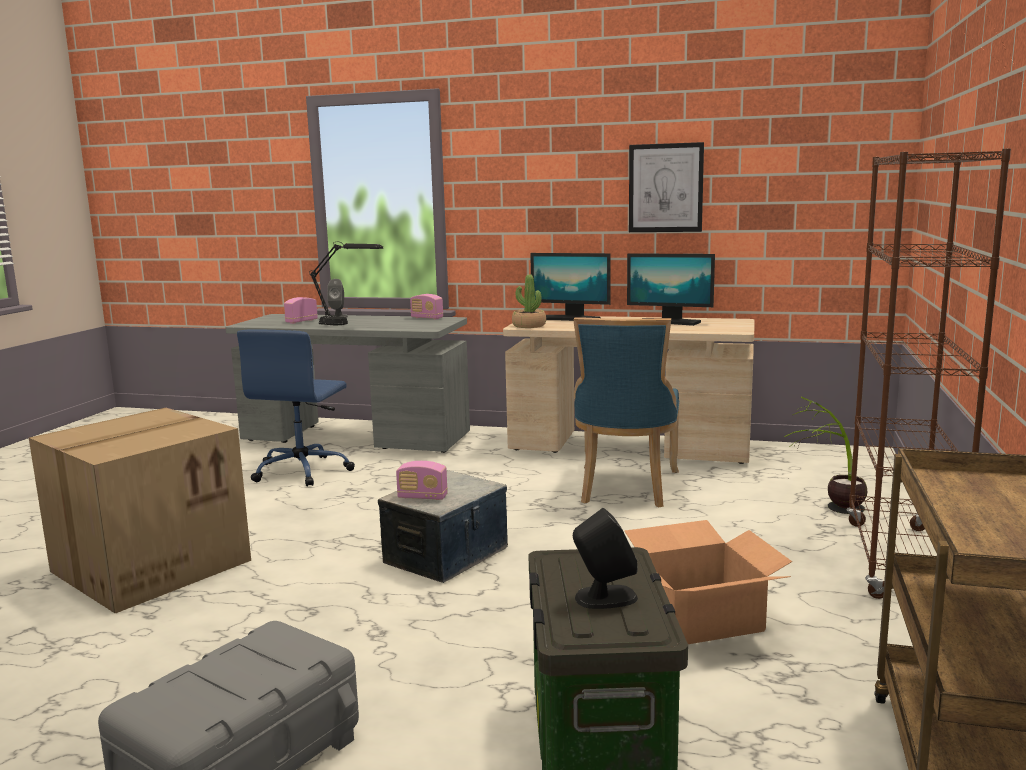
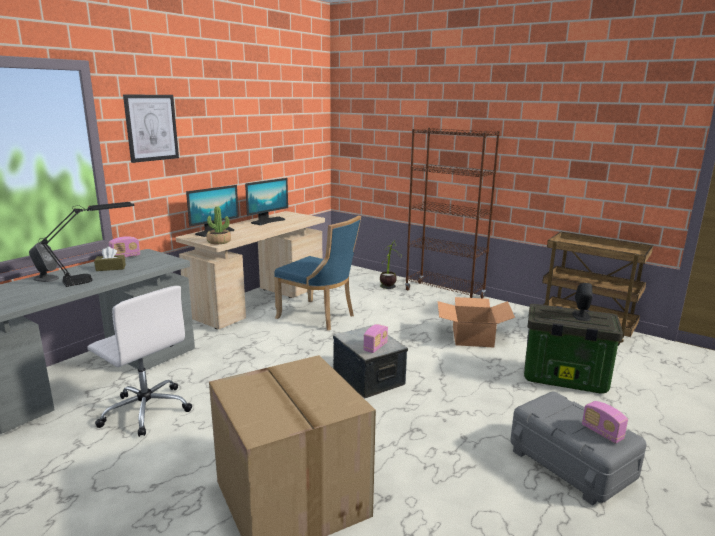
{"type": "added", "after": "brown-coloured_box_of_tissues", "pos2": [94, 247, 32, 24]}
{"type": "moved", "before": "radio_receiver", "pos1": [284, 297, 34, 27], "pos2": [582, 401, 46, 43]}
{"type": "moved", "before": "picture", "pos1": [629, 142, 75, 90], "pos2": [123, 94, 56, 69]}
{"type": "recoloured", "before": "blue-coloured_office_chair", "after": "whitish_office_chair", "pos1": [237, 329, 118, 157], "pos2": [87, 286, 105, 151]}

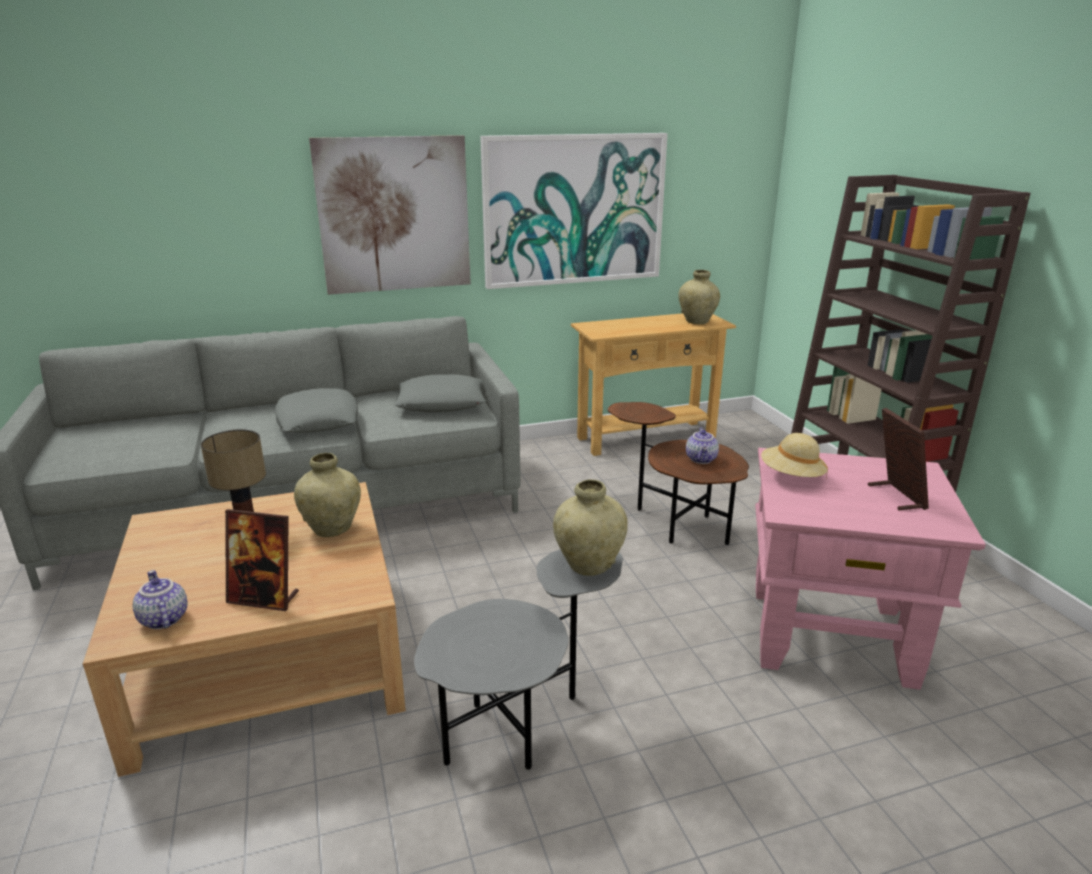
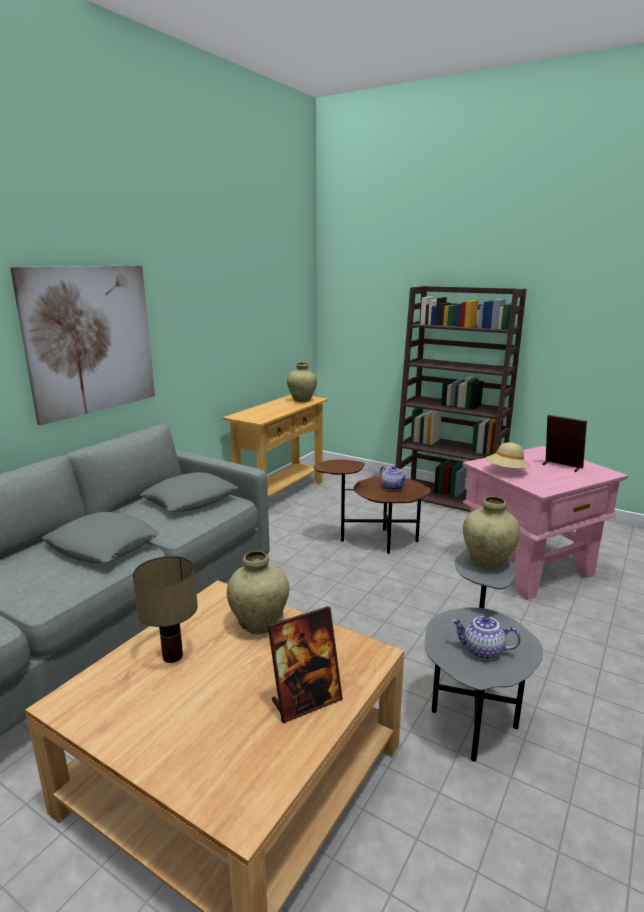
{"type": "removed", "before": "picture", "pos1": [480, 133, 188, 156]}
{"type": "moved", "before": "tea_pot", "pos1": [133, 570, 55, 59], "pos2": [451, 616, 70, 44]}

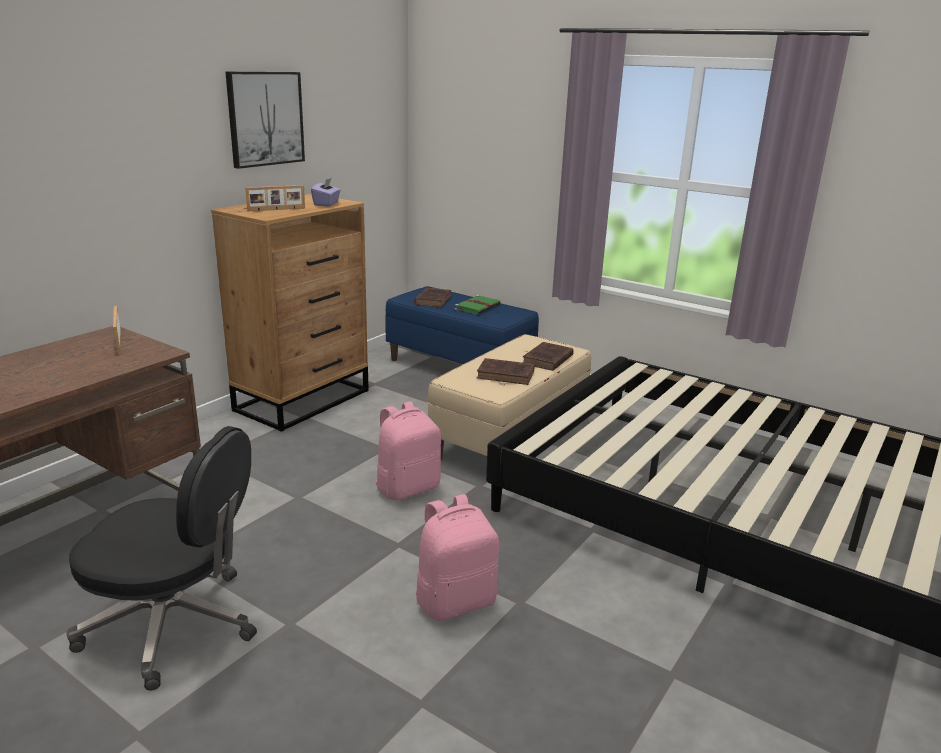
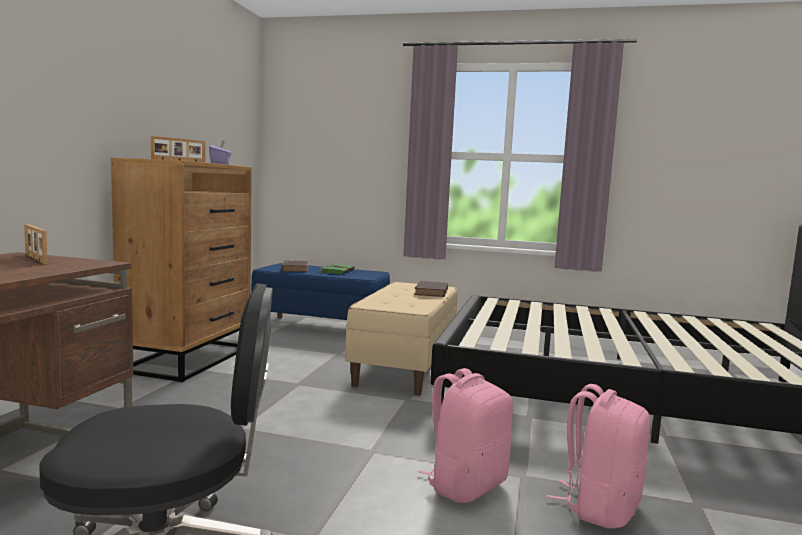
{"type": "removed", "before": "picture", "pos1": [226, 72, 79, 97]}
{"type": "removed", "before": "brown-coloured_volume", "pos1": [477, 358, 58, 27]}
{"type": "moved", "before": "pink-coloured_rucksack", "pos1": [376, 401, 65, 100], "pos2": [547, 384, 104, 145]}

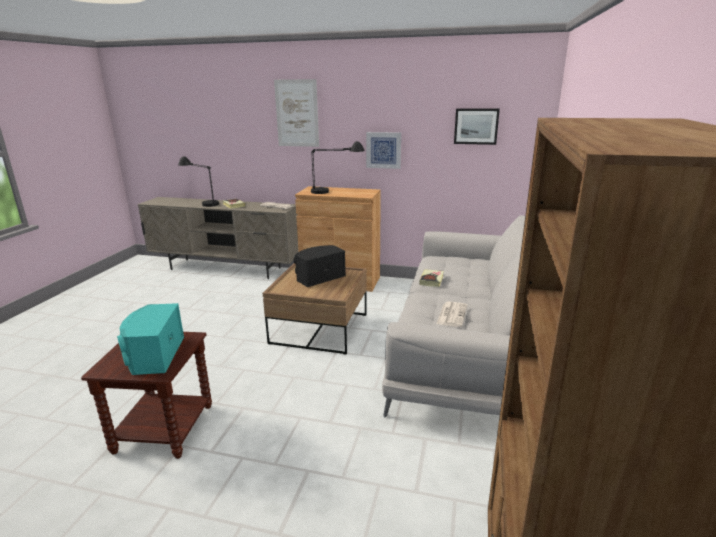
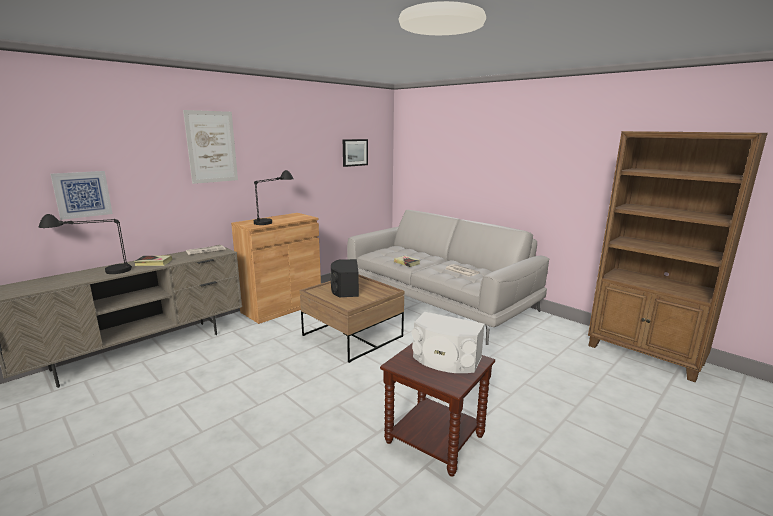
{"type": "moved", "before": "picture", "pos1": [366, 132, 35, 37], "pos2": [50, 171, 63, 49]}
{"type": "recoloured", "before": "turquoise_loudspeaker", "after": "whitish_loudspeaker", "pos1": [117, 303, 67, 72], "pos2": [412, 312, 73, 61]}

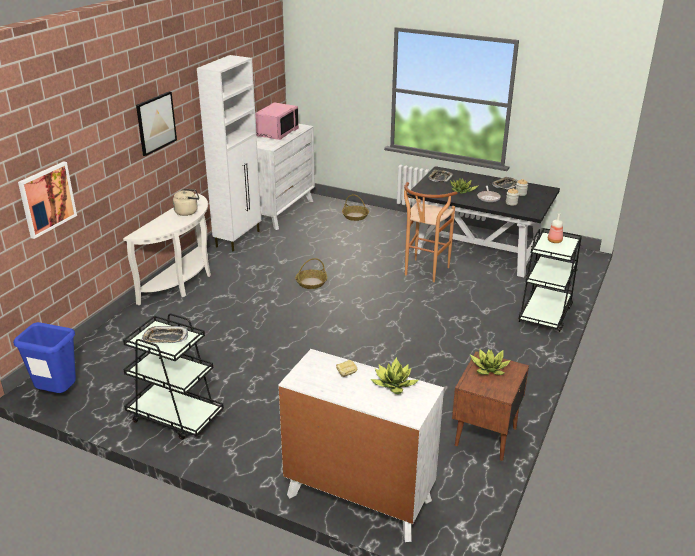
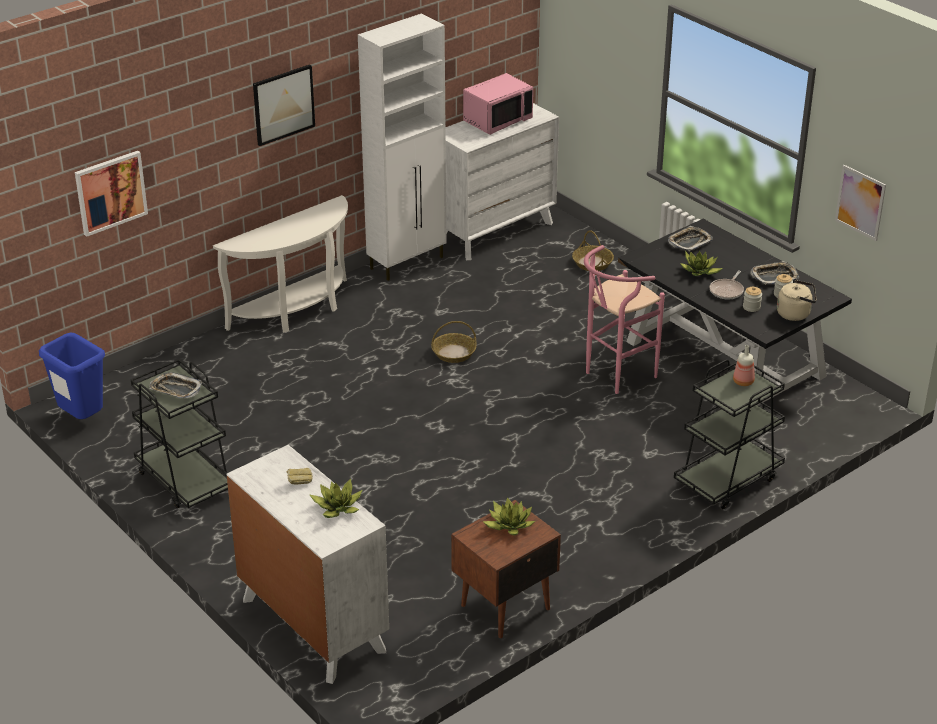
{"type": "added", "after": "picture", "pos2": [835, 165, 51, 76]}
{"type": "moved", "before": "beige-coloured_tea_kettle", "pos1": [173, 189, 26, 27], "pos2": [777, 280, 40, 41]}
{"type": "recoloured", "before": "brown-coloured_sitting_stool", "after": "pink-coloured_sitting_stool", "pos1": [404, 182, 53, 100], "pos2": [584, 245, 81, 149]}

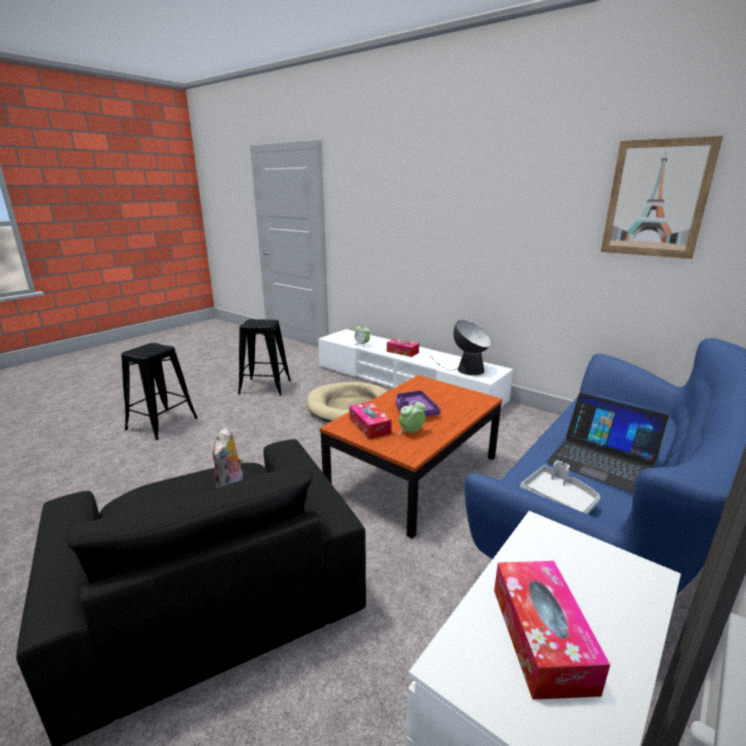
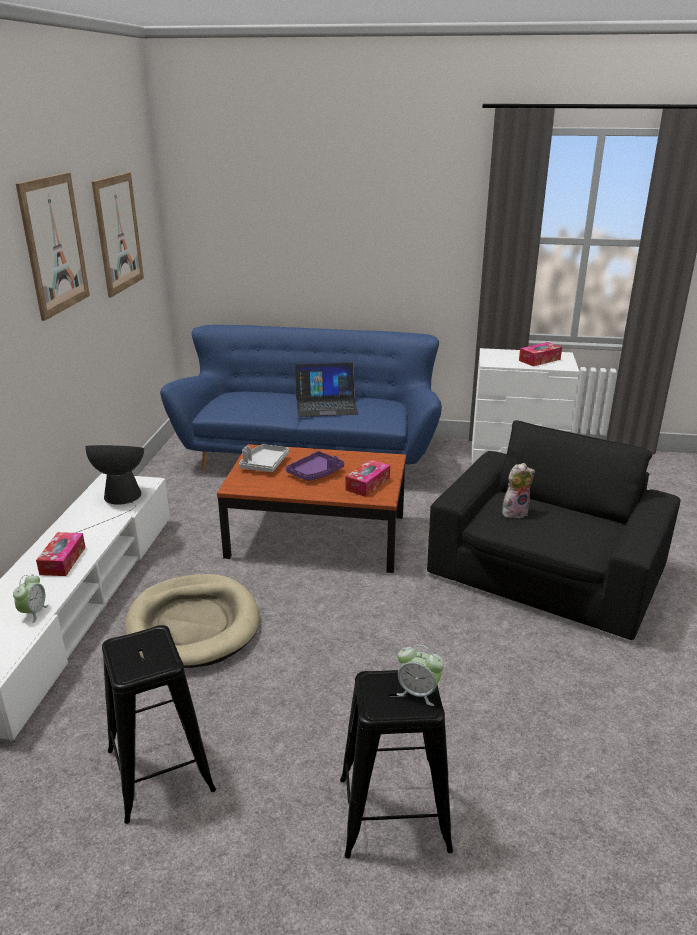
{"type": "added", "after": "picture", "pos2": [16, 172, 74, 149]}
{"type": "moved", "before": "bedside_clock", "pos1": [398, 400, 28, 34], "pos2": [397, 645, 47, 61]}
{"type": "moved", "before": "gray_tray", "pos1": [520, 460, 80, 54], "pos2": [239, 444, 50, 28]}
{"type": "turned", "before": "laptop", "pos1": [547, 393, 122, 100], "pos2": [295, 363, 63, 54], "turn": 75}

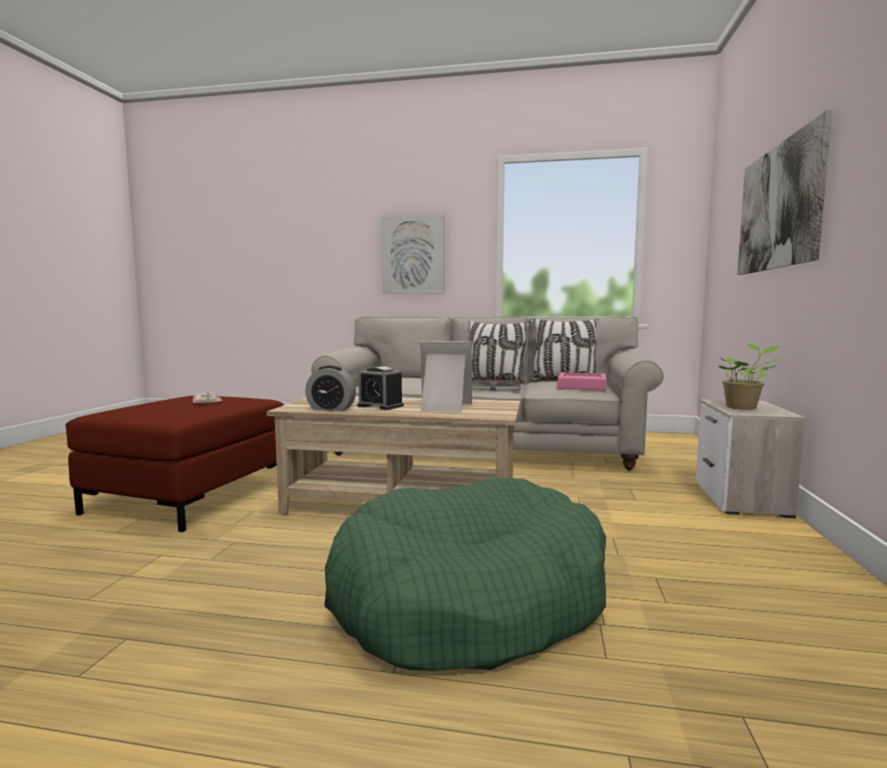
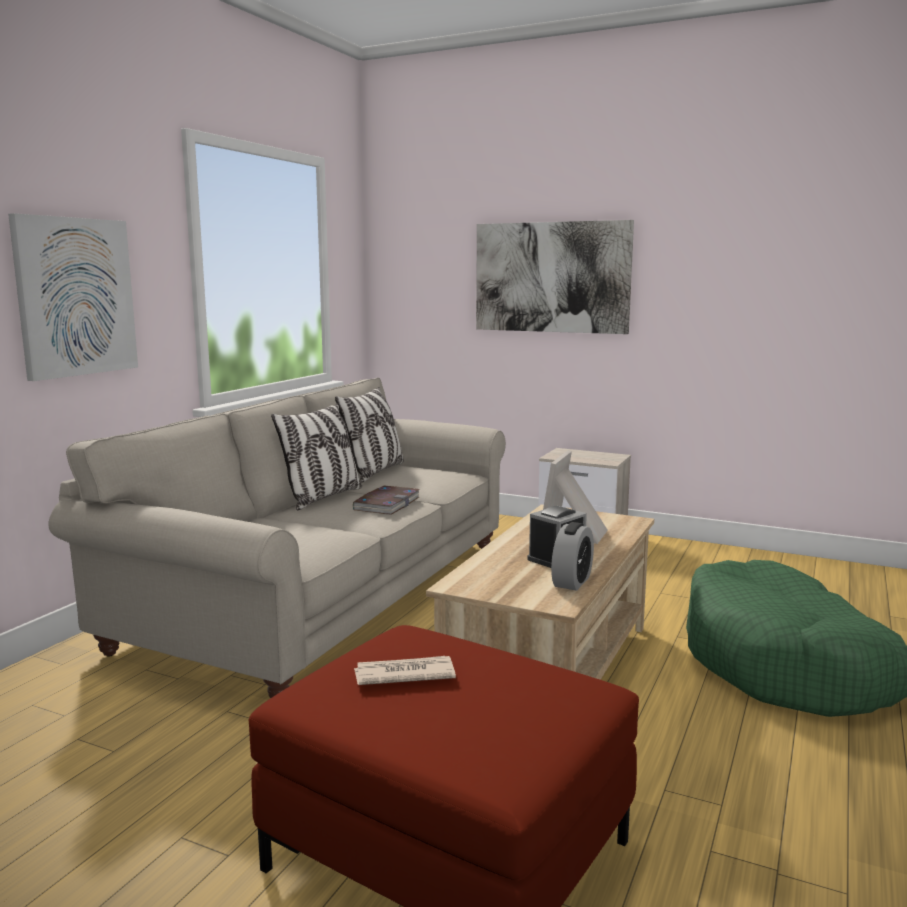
{"type": "removed", "before": "pink-coloured_tray", "pos1": [557, 372, 50, 19]}
{"type": "removed", "before": "potted_plant", "pos1": [719, 344, 61, 66]}

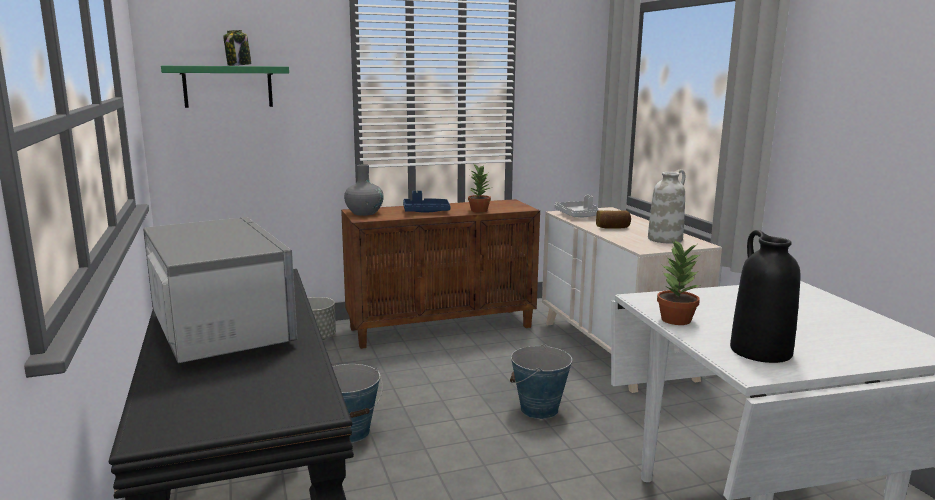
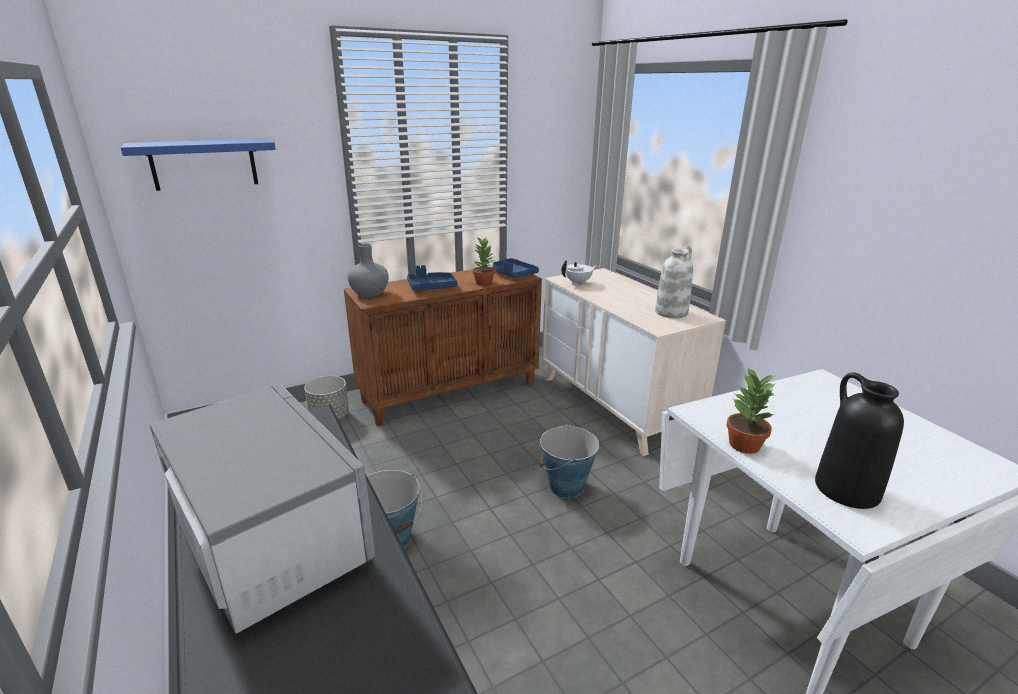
{"type": "removed", "before": "jar", "pos1": [223, 30, 28, 36]}
{"type": "removed", "before": "bread", "pos1": [596, 210, 35, 19]}
{"type": "added", "after": "blue-coloured_tray", "pos2": [493, 258, 46, 21]}
{"type": "replaced", "before": "gray_tray", "after": "whitish_tea_pot", "pos1": [555, 195, 44, 22], "pos2": [562, 260, 35, 25]}
{"type": "recoloured", "before": "green_shelf", "after": "blue-coloured_shelf", "pos1": [161, 66, 128, 42], "pos2": [121, 139, 155, 52]}

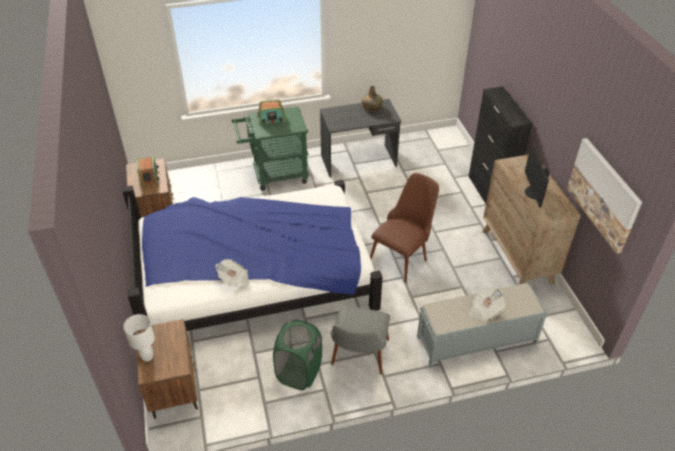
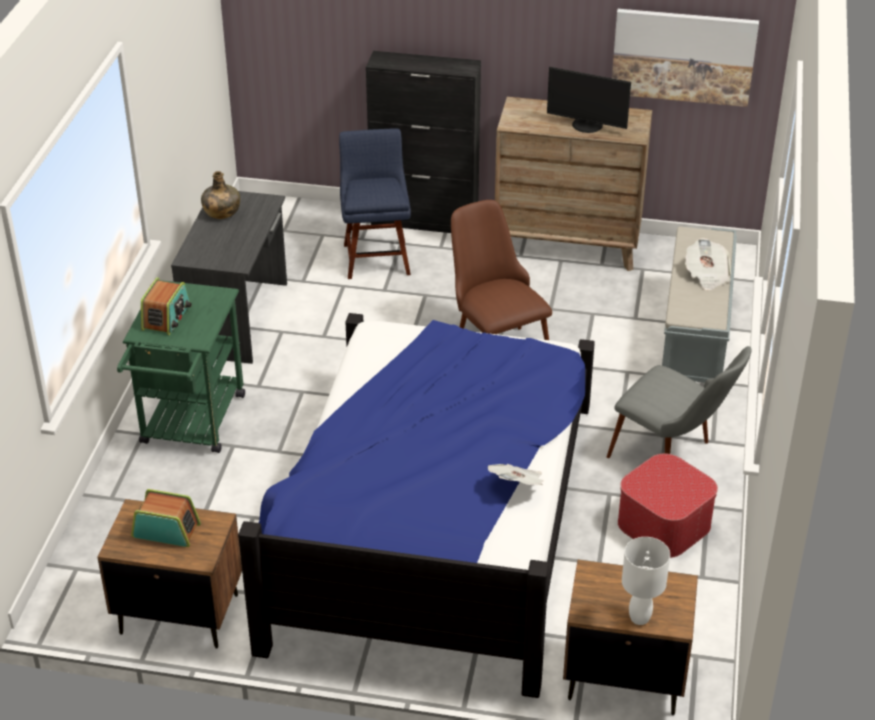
{"type": "added", "after": "blue-coloured_upright_chair", "pos2": [339, 128, 72, 151]}
{"type": "replaced", "before": "green_hamper", "after": "ottoman", "pos1": [273, 320, 49, 70], "pos2": [618, 453, 100, 105]}

